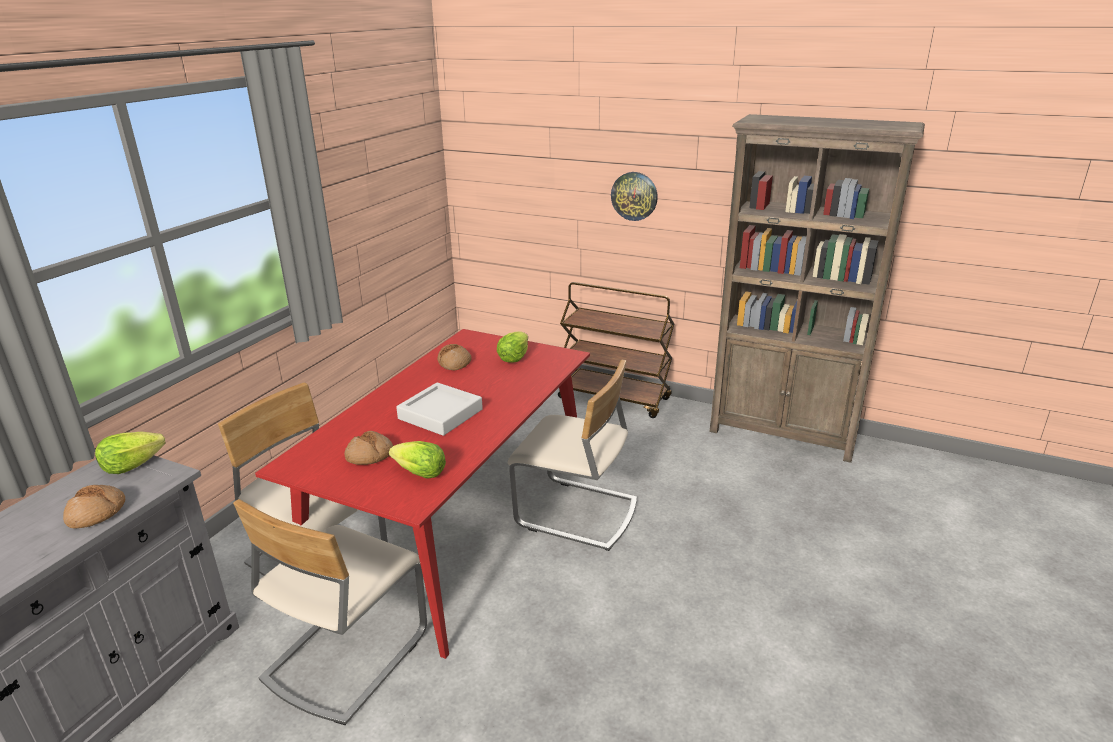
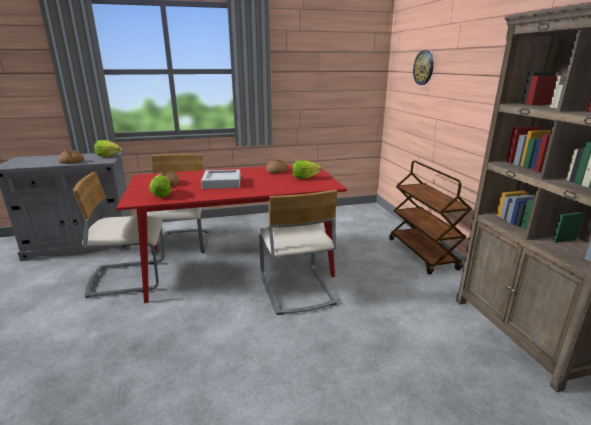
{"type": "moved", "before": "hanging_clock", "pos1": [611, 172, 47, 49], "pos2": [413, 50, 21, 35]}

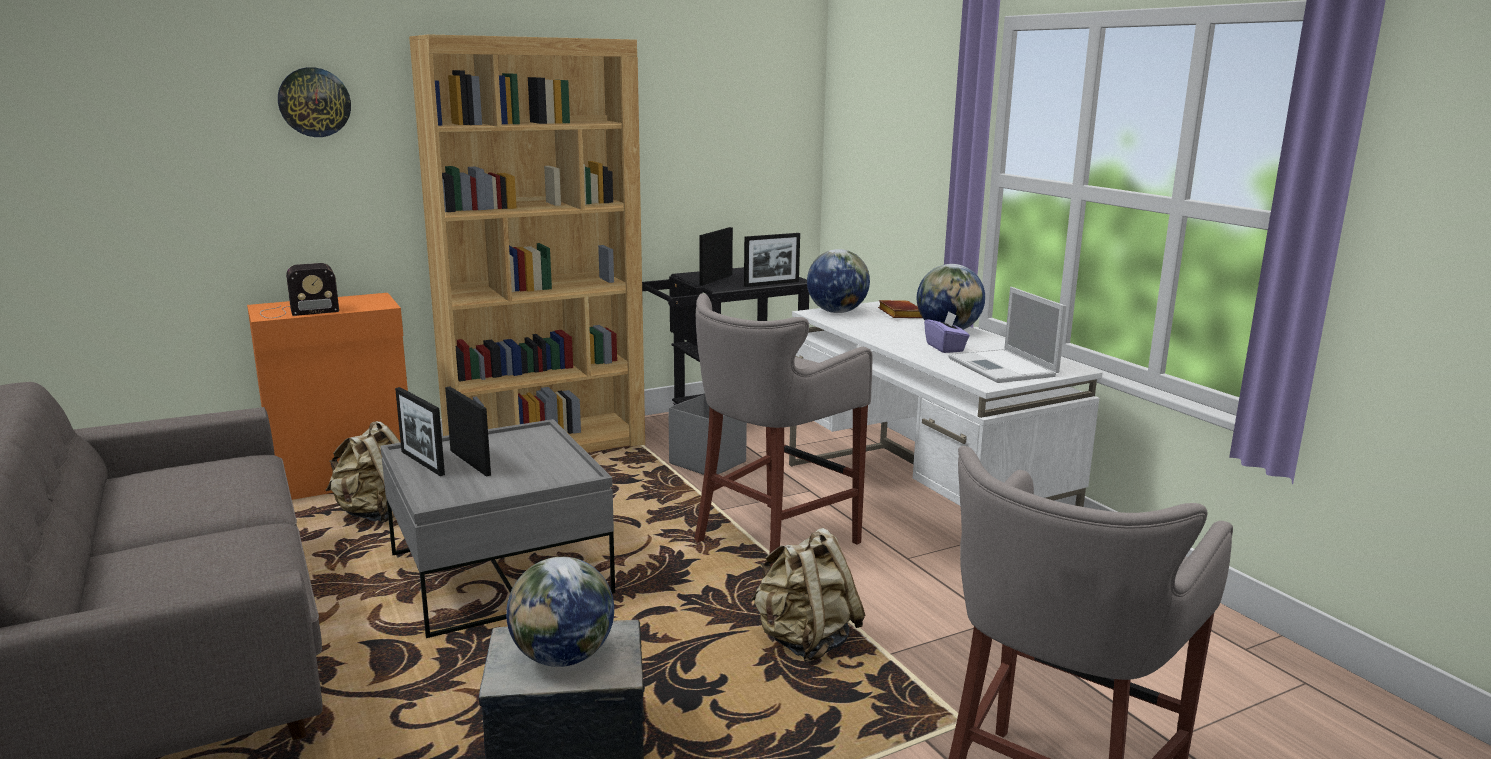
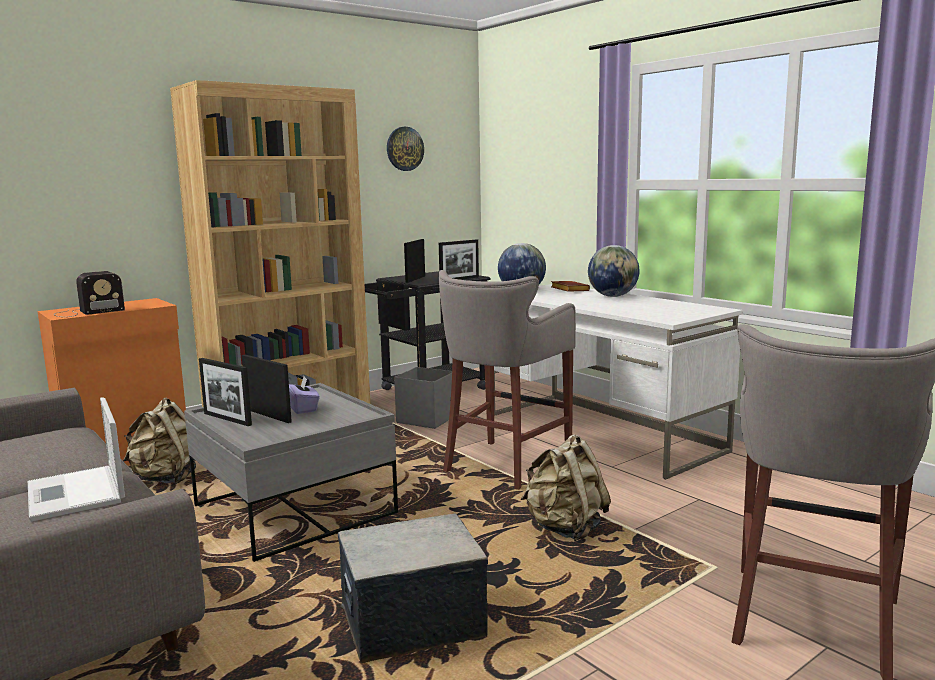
{"type": "removed", "before": "desk_globe", "pos1": [506, 557, 108, 110]}
{"type": "moved", "before": "hanging_clock", "pos1": [278, 67, 73, 70], "pos2": [387, 127, 37, 44]}
{"type": "moved", "before": "purple-coloured_box_of_tissues", "pos1": [924, 311, 46, 42], "pos2": [289, 376, 31, 38]}
{"type": "moved", "before": "laptop", "pos1": [949, 287, 118, 96], "pos2": [28, 397, 97, 125]}

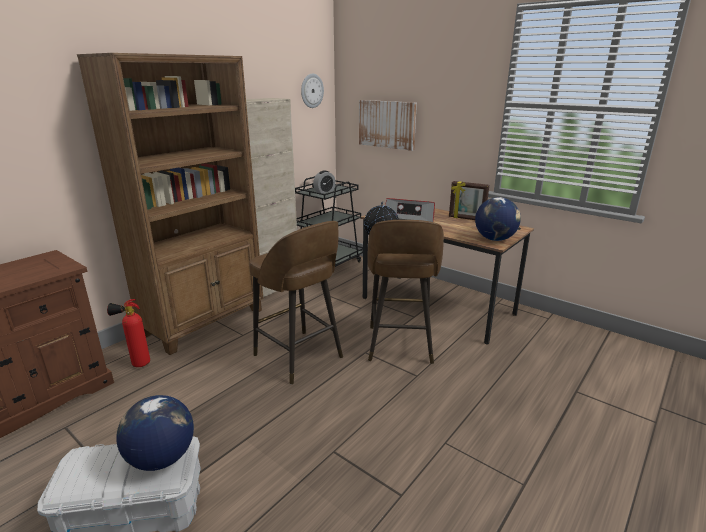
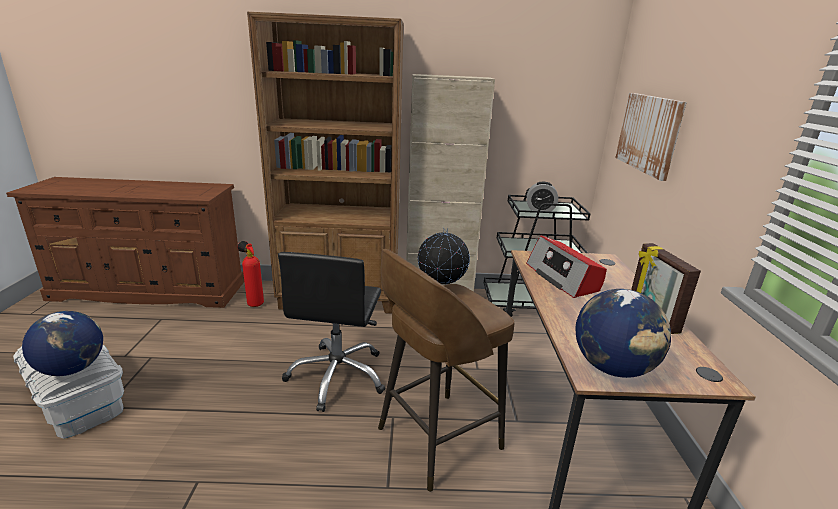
{"type": "removed", "before": "hanging_clock", "pos1": [301, 73, 23, 35]}
{"type": "replaced", "before": "brown-coloured_sitting_stool", "after": "black-coloured_office_chair", "pos1": [249, 221, 94, 164], "pos2": [278, 252, 107, 160]}

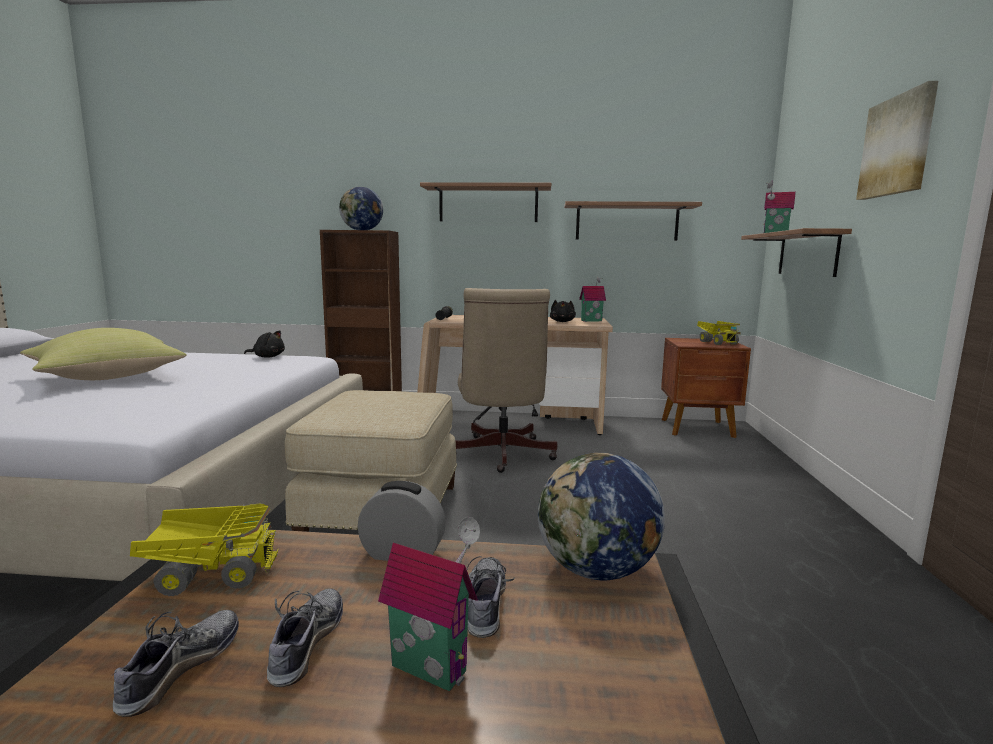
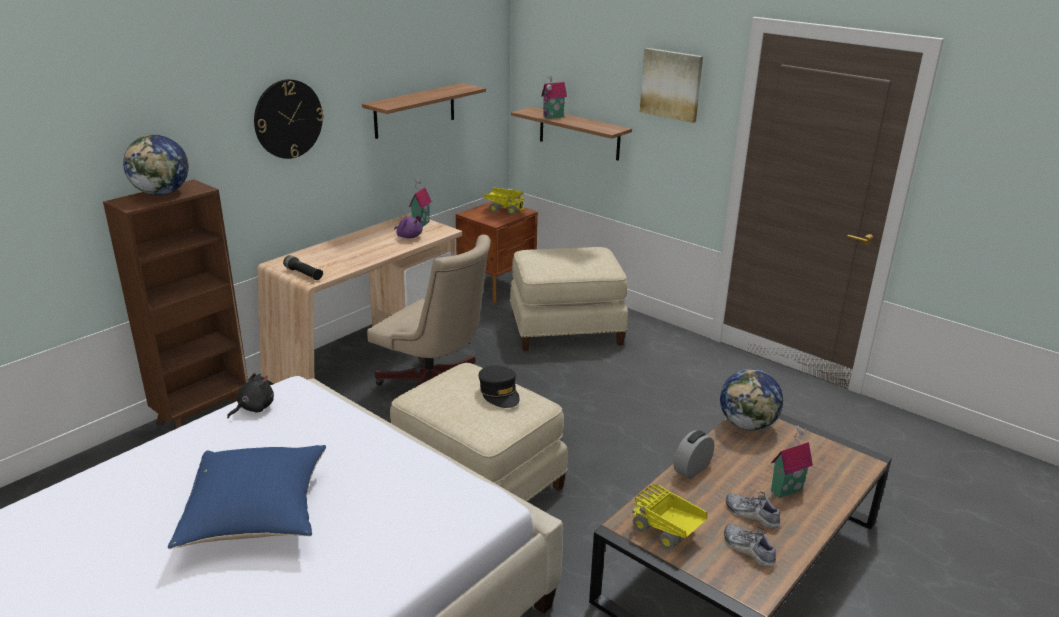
{"type": "removed", "before": "item_of_footwear", "pos1": [466, 556, 49, 82]}
{"type": "added", "after": "black-coloured_cap", "pos2": [478, 365, 42, 43]}
{"type": "added", "after": "beige-coloured_ottoman", "pos2": [510, 247, 118, 104]}
{"type": "replaced", "before": "shelf", "after": "hanging_clock", "pos1": [420, 182, 131, 40], "pos2": [254, 79, 70, 80]}
{"type": "recoloured", "before": "yellowish_cushion", "after": "blue-coloured_cushion", "pos1": [20, 328, 167, 52], "pos2": [168, 445, 158, 104]}
{"type": "recoloured", "before": "black-coloured_cuddly_toy", "after": "purple-coloured_cuddly_toy", "pos1": [550, 300, 26, 22], "pos2": [394, 215, 29, 23]}
{"type": "turned", "before": "toy_truck", "pos1": [130, 503, 148, 93], "pos2": [631, 485, 76, 65], "turn": -75}

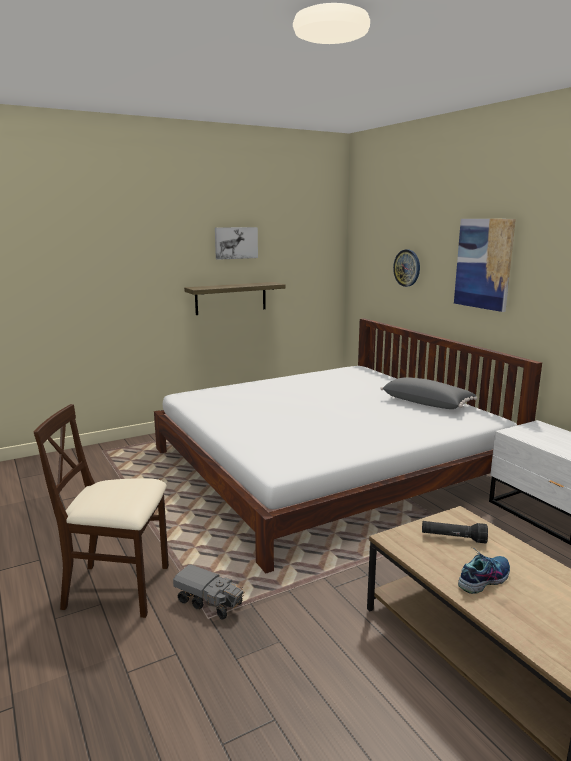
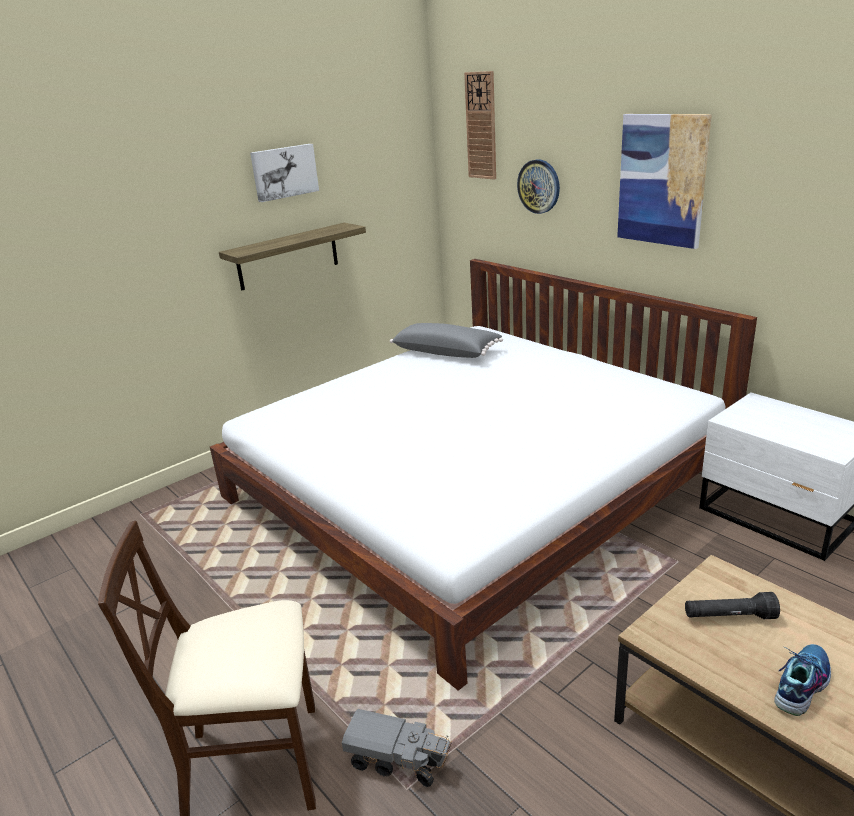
{"type": "added", "after": "hanging_clock", "pos2": [464, 71, 32, 108]}
{"type": "moved", "before": "gray_cushion", "pos1": [380, 377, 98, 32], "pos2": [390, 323, 113, 35]}

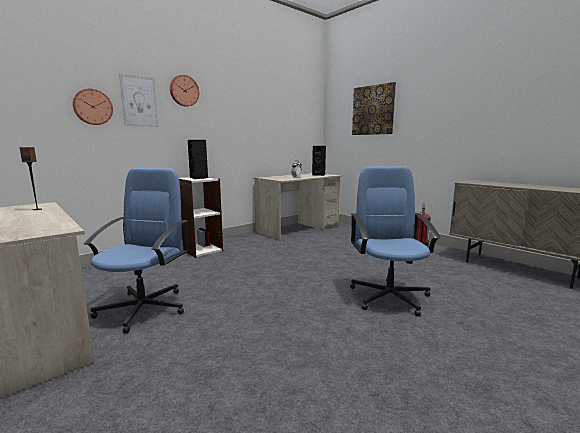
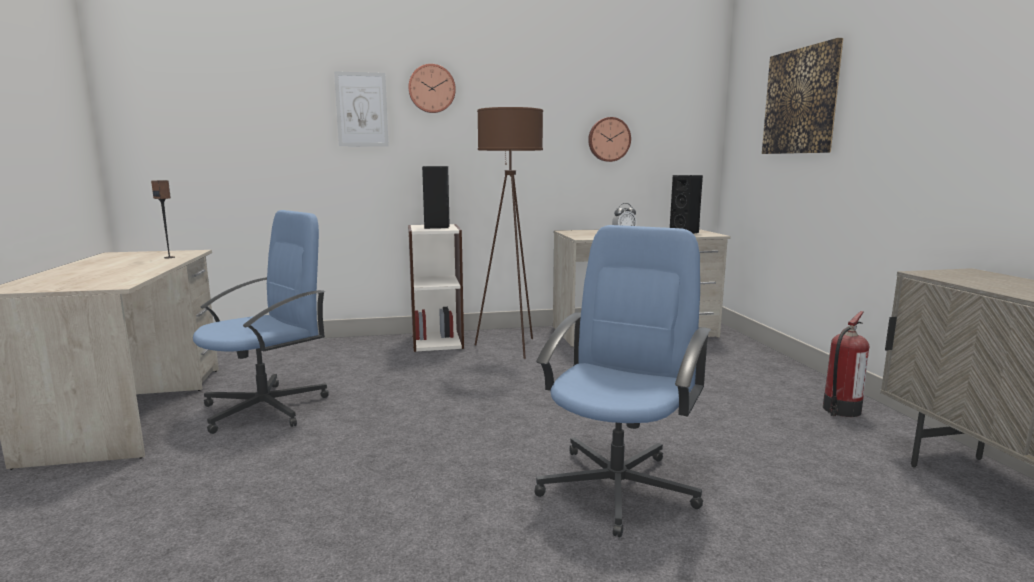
{"type": "added", "after": "brown-coloured_standard_lamp", "pos2": [475, 107, 68, 252]}
{"type": "moved", "before": "hanging_clock", "pos1": [73, 88, 40, 37], "pos2": [588, 117, 43, 45]}

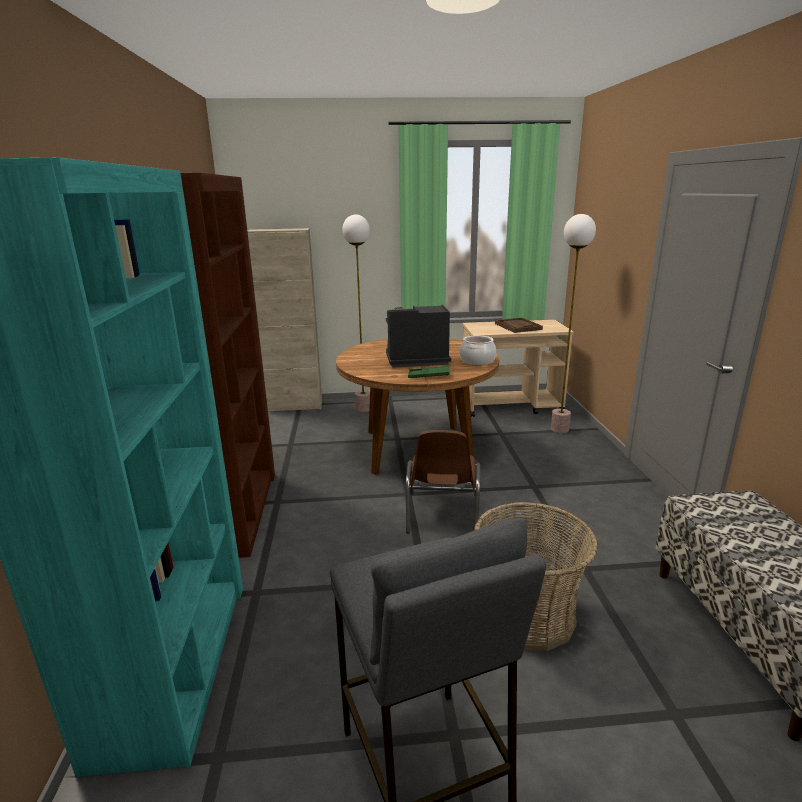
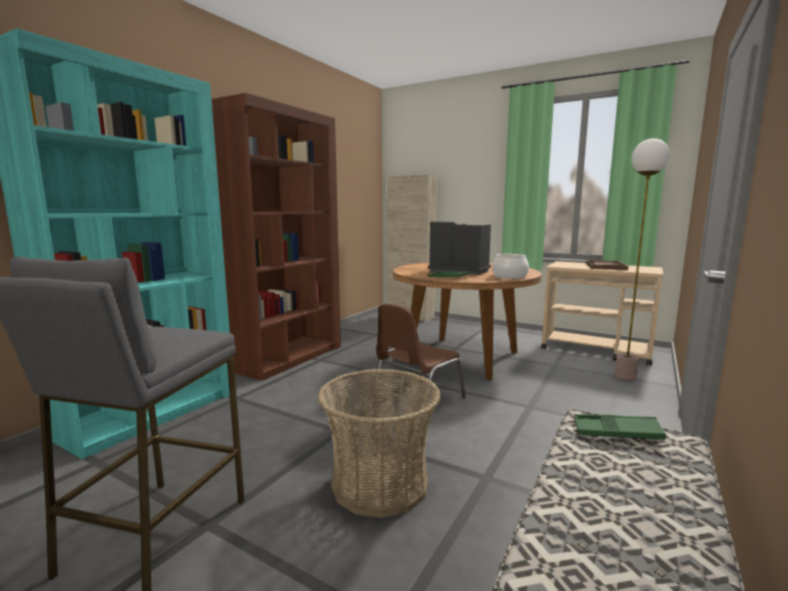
{"type": "removed", "before": "standard_lamp", "pos1": [342, 215, 28, 197]}
{"type": "added", "after": "green_tray", "pos2": [574, 414, 92, 26]}

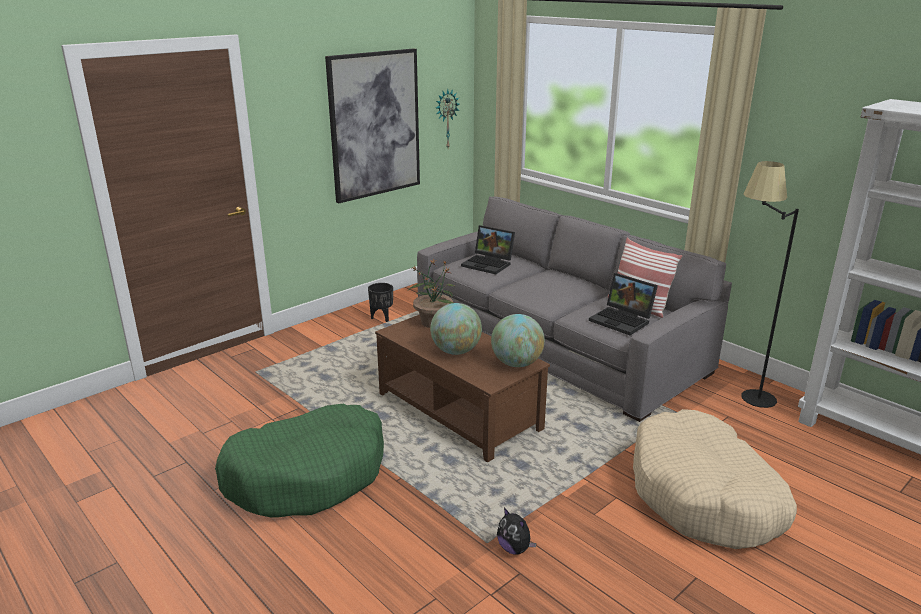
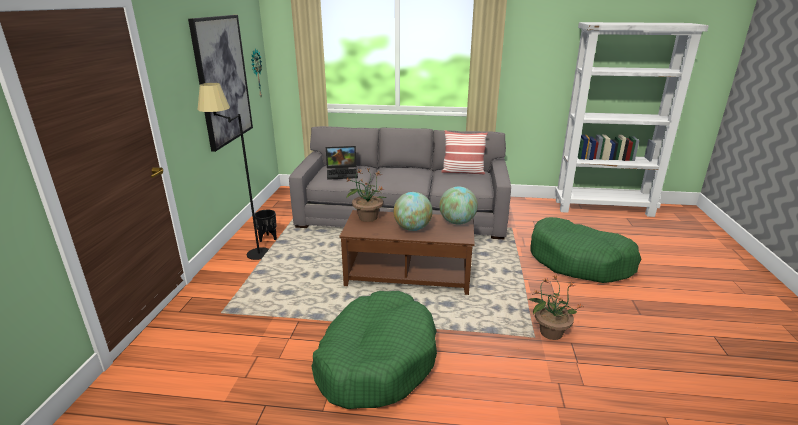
{"type": "removed", "before": "laptop", "pos1": [589, 273, 69, 62]}
{"type": "moved", "before": "black-coloured_standard_lamp", "pos1": [741, 161, 58, 247], "pos2": [198, 83, 71, 177]}
{"type": "replaced", "before": "cuddly_toy", "after": "potted_plant", "pos1": [497, 508, 40, 47], "pos2": [528, 275, 54, 65]}
{"type": "recoloured", "before": "beige-coloured_dog_bed", "after": "green_dog_bed", "pos1": [633, 409, 164, 140], "pos2": [530, 217, 111, 66]}

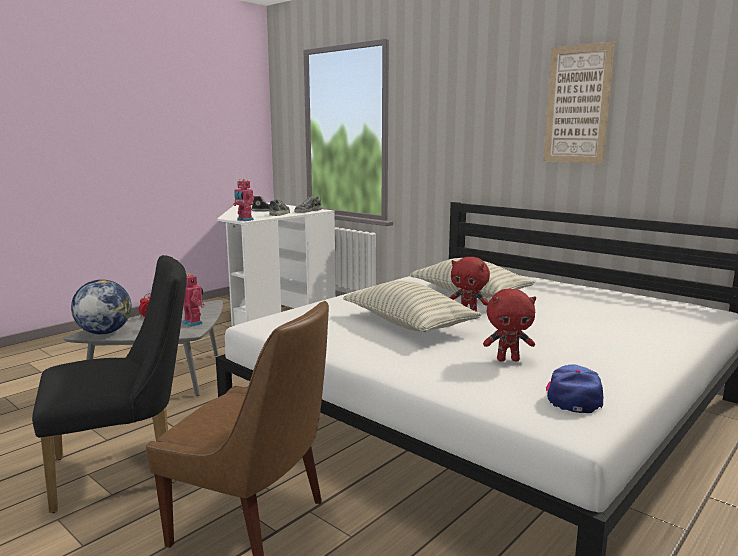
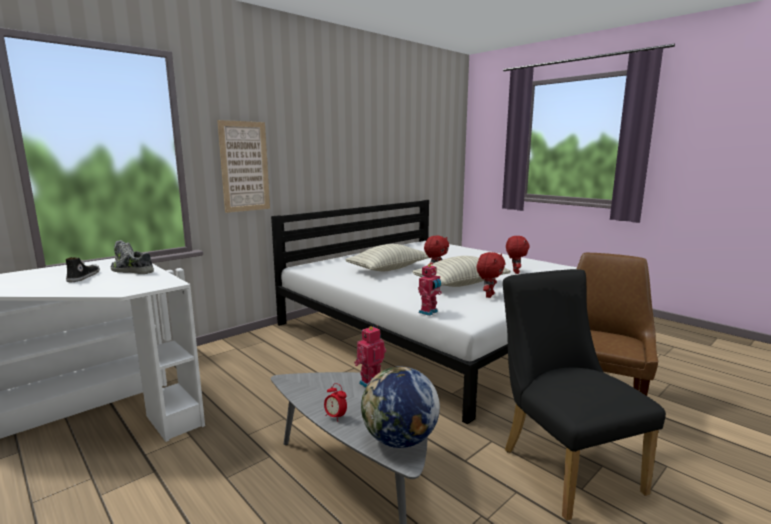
{"type": "removed", "before": "cap", "pos1": [546, 364, 57, 49]}
{"type": "added", "after": "reddish_cuddly_toy", "pos2": [477, 252, 28, 46]}
{"type": "moved", "before": "model_robot", "pos1": [233, 179, 21, 42], "pos2": [418, 264, 24, 52]}
{"type": "moved", "before": "picture", "pos1": [543, 42, 72, 121], "pos2": [217, 120, 53, 93]}

